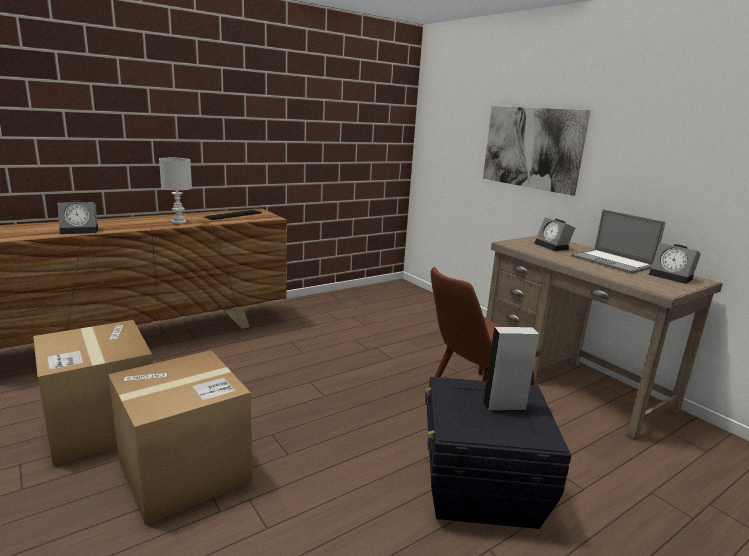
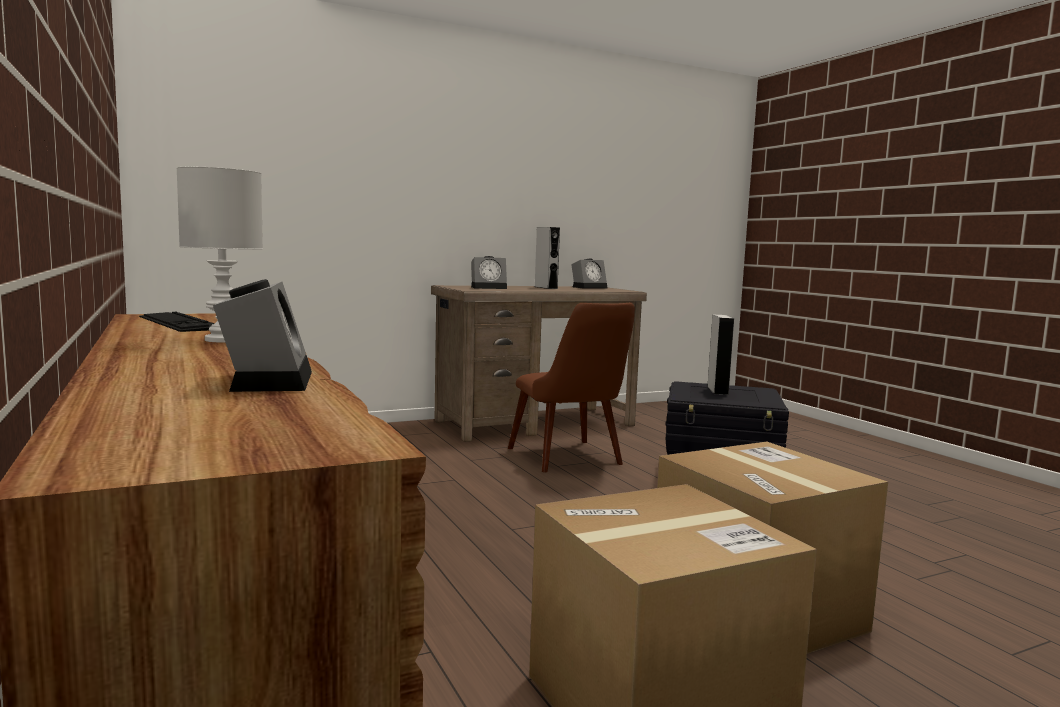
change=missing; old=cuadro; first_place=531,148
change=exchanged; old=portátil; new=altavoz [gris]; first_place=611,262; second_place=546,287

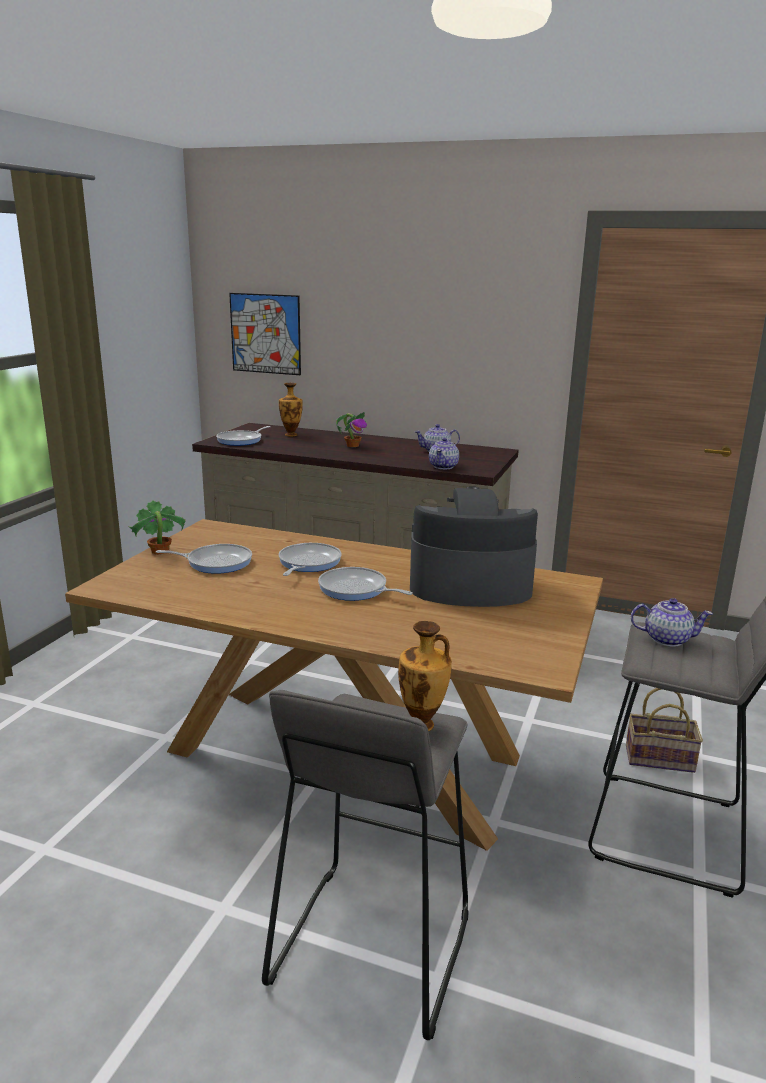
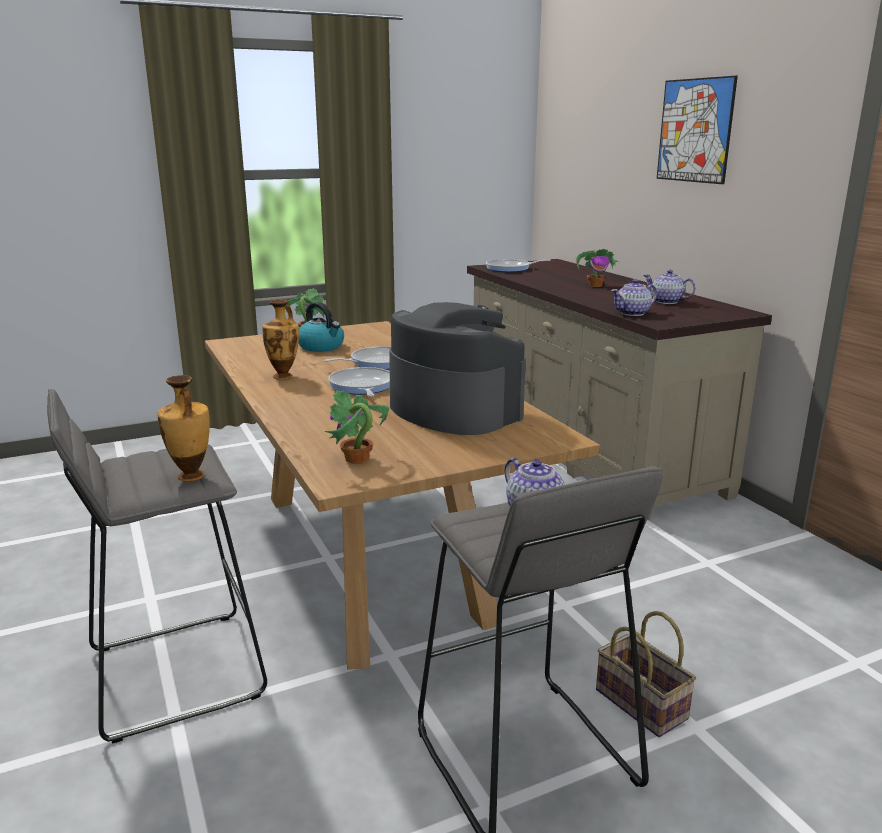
change=exchanged; old=sartén; new=hervidor; first_place=216,562; second_place=322,347
change=relocated; old=cuadro; first_place=265,334; second_place=695,130
change=relocated; old=florero; first_place=291,434; second_place=284,376
change=appeared; new=planta en maceta; second_place=356,459

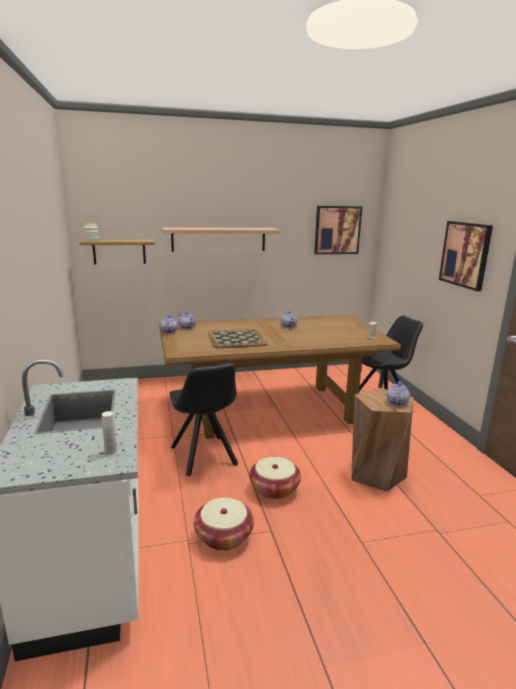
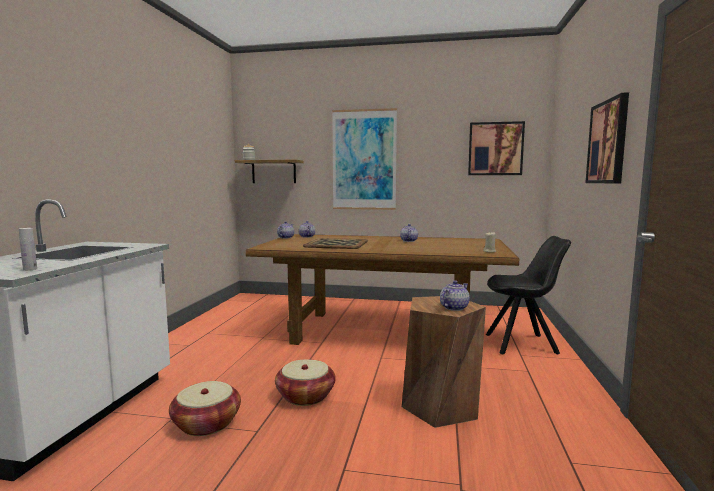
change=exchanged; old=estante; new=cuadro; first_place=219,239; second_place=364,160
change=missing; old=silla [negro]; first_place=204,456

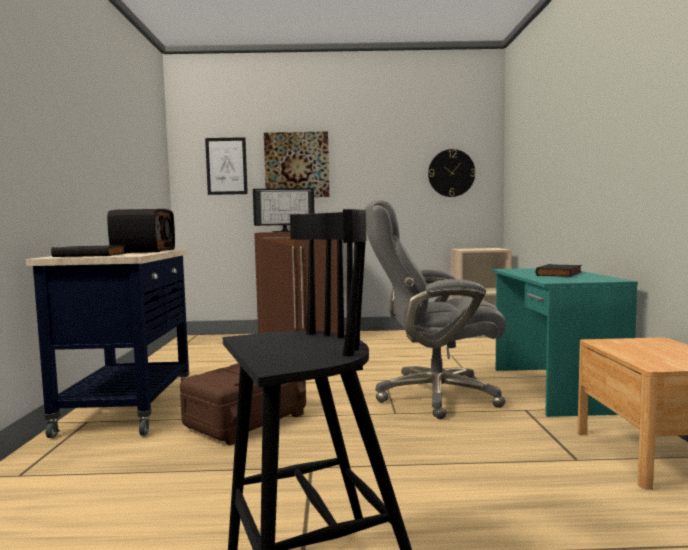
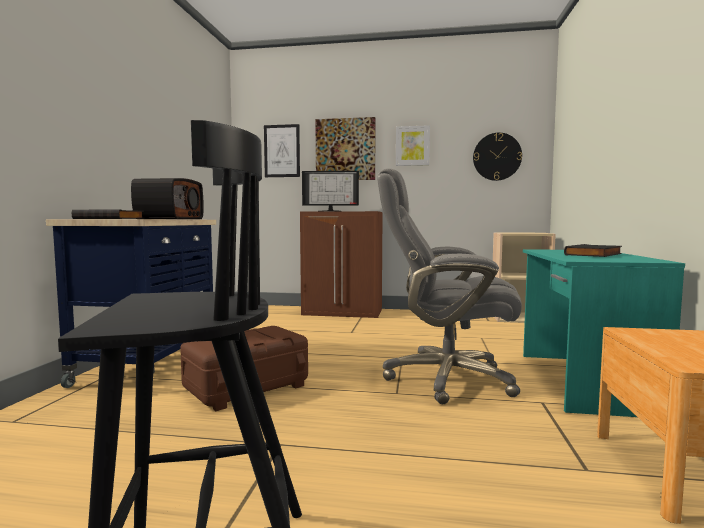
change=appeared; new=cuadro; second_place=412,146

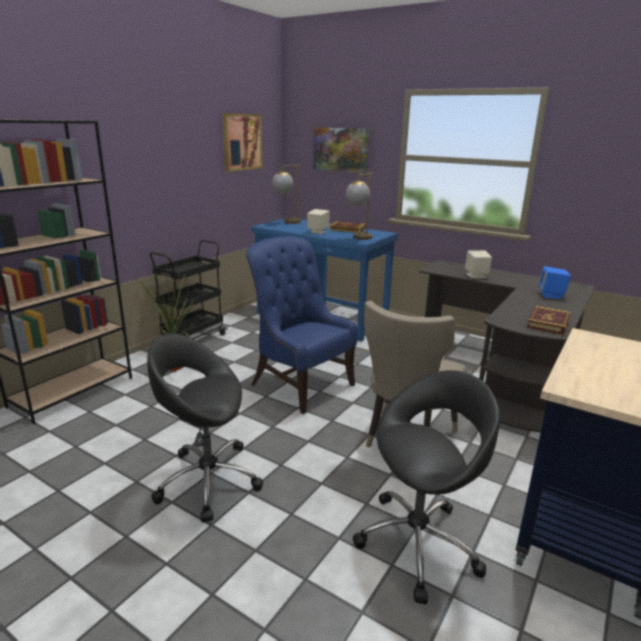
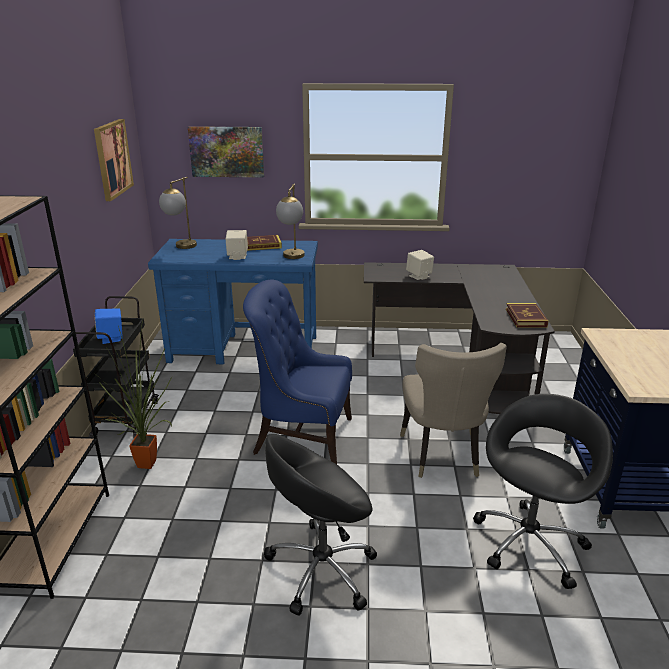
change=relocated; old=altavoz [azul]; first_place=551,295; second_place=111,338

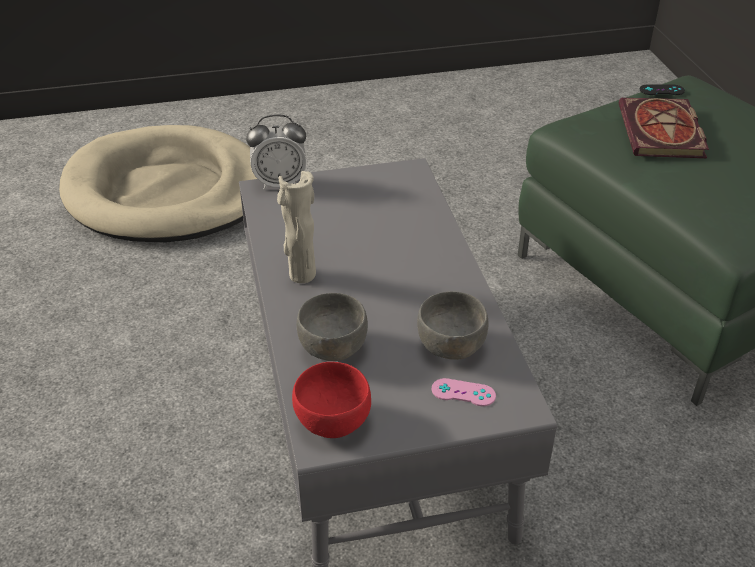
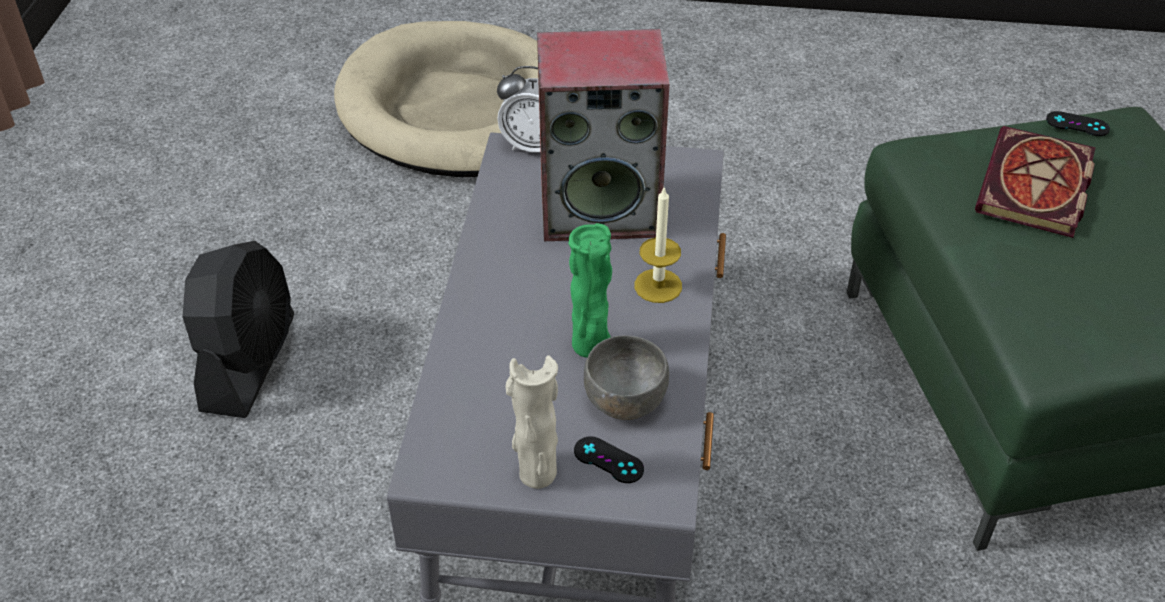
change=relocated; old=florero [beis]; first_place=301,274; second_place=537,472
change=missing; old=cuenco [rojo]; first_place=333,420
change=missing; old=cuenco [gris]; first_place=333,347
change=colour; old=mando de consola [rosa]; new=mando de consola [negro]; first_place=463,392; second_place=608,460
change=appeared; new=ventilador [negro]; second_place=249,362
change=appeared; new=altavoz; second_place=601,208
change=appeared; new=florero [verde]; second_place=590,347
change=appeared; new=vela; second_place=658,286

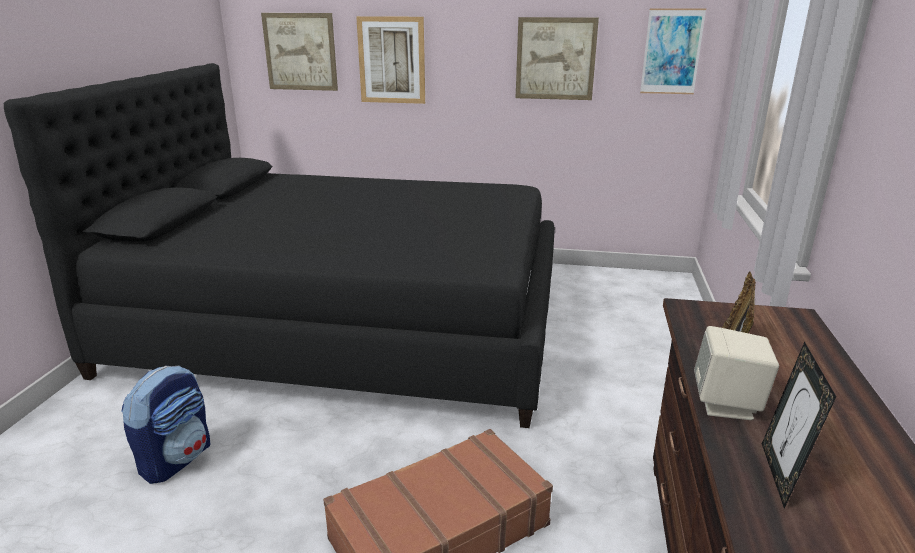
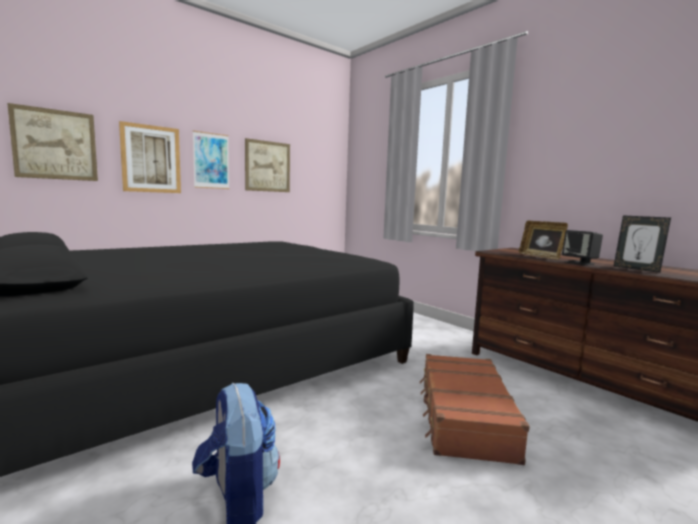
change=relocated; old=cuadro; first_place=671,52; second_place=211,161
change=colour; old=altavoz [beis]; new=altavoz [negro]; first_place=727,404; second_place=580,263

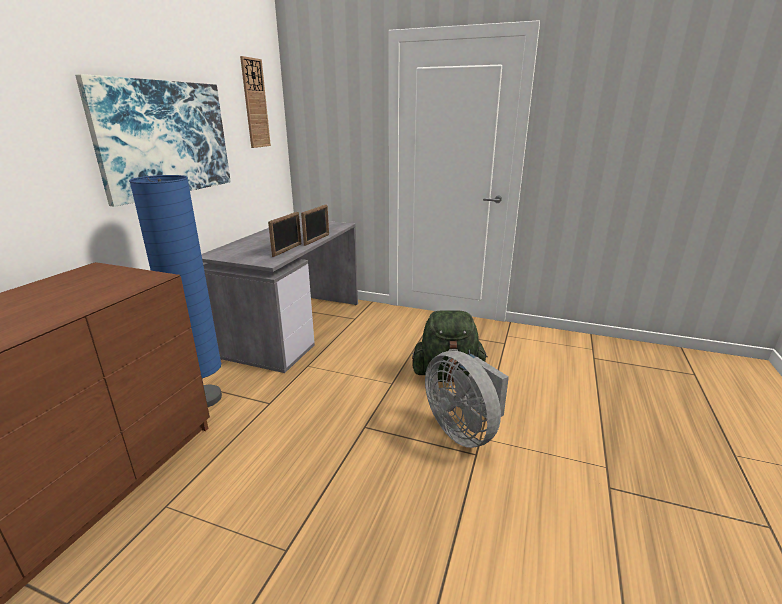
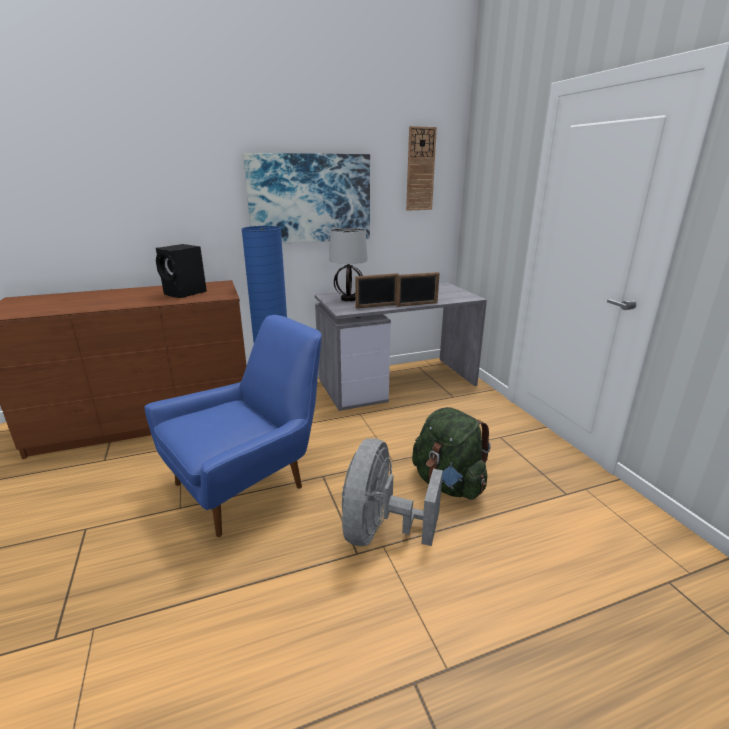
change=appeared; new=sillón [azul]; second_place=248,484
change=appeared; new=altavoz [negro]; second_place=185,293
change=appeared; new=lámpara de mesa; second_place=349,299

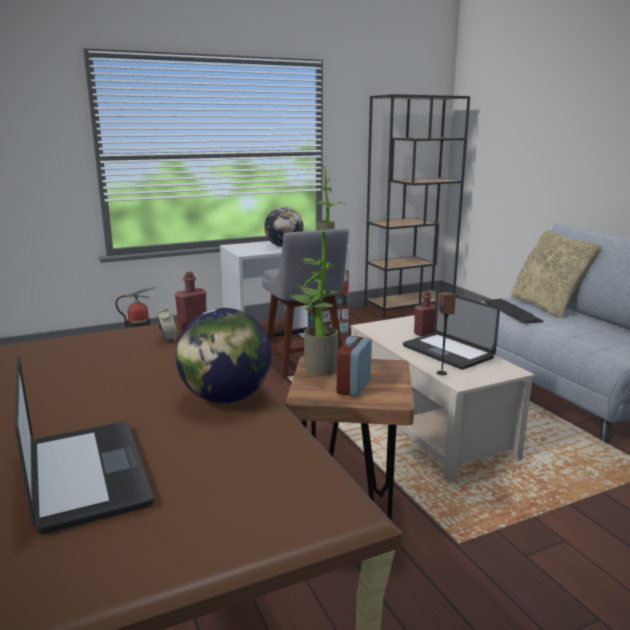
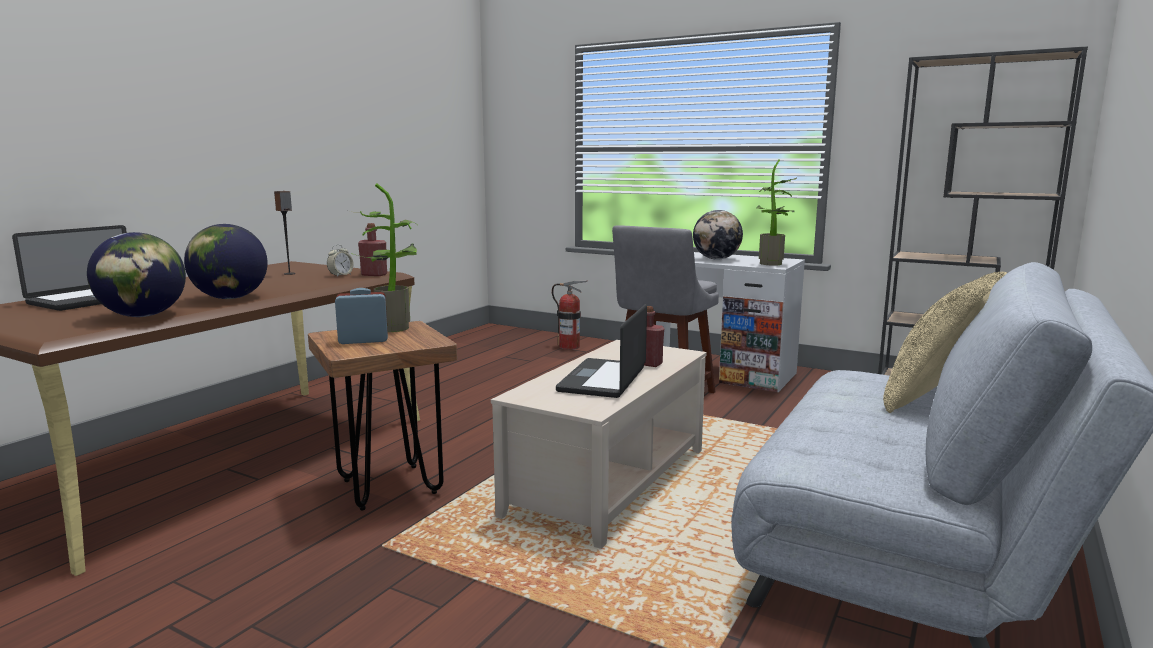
change=relocated; old=altavoz; first_place=442,373; second_place=289,274
change=missing; old=teclado; first_place=512,312
change=appeared; new=globo terráqueo; second_place=143,316

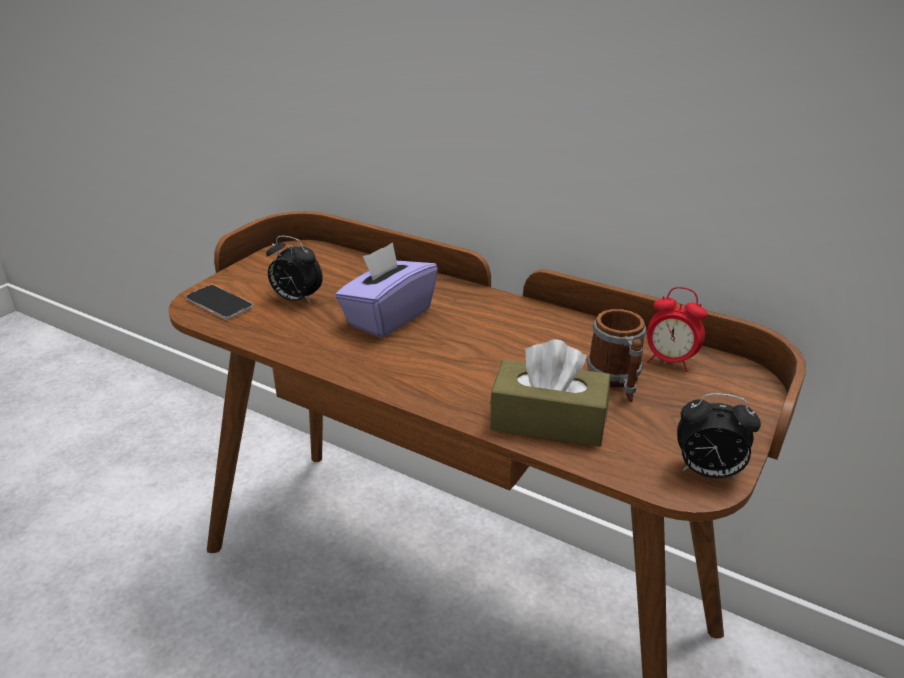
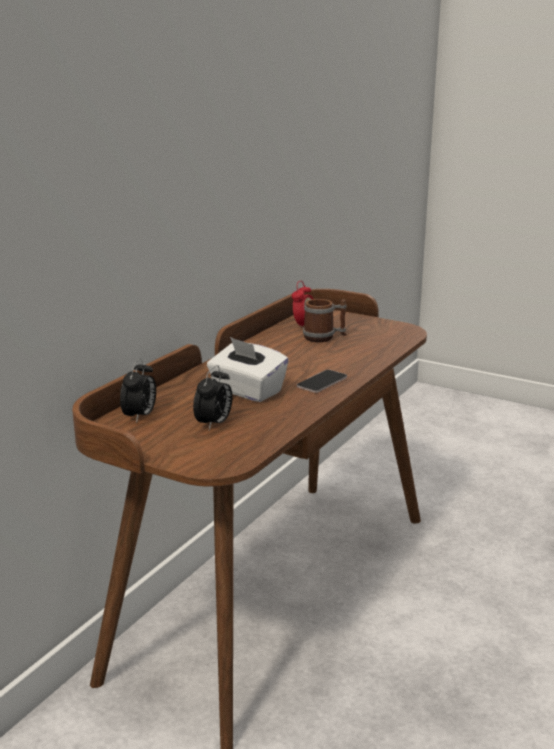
change=relocated; old=móvil; first_place=219,303; second_place=322,382
change=colour; old=caja de pañuelos [morado]; new=caja de pañuelos [blanco]; first_place=388,317; second_place=247,391
change=missing; old=caja de pañuelos [marrón]; first_place=548,421
change=relocated; old=despertador; first_place=707,472; second_place=140,416

